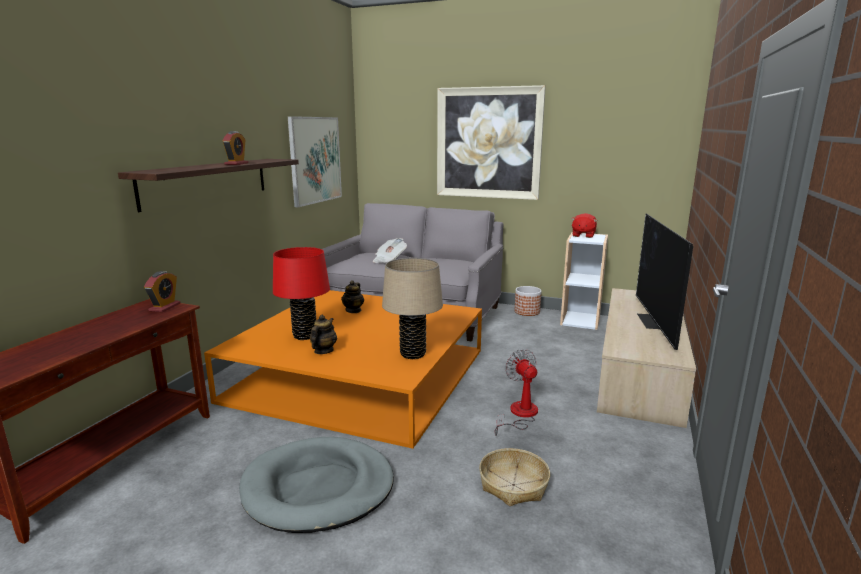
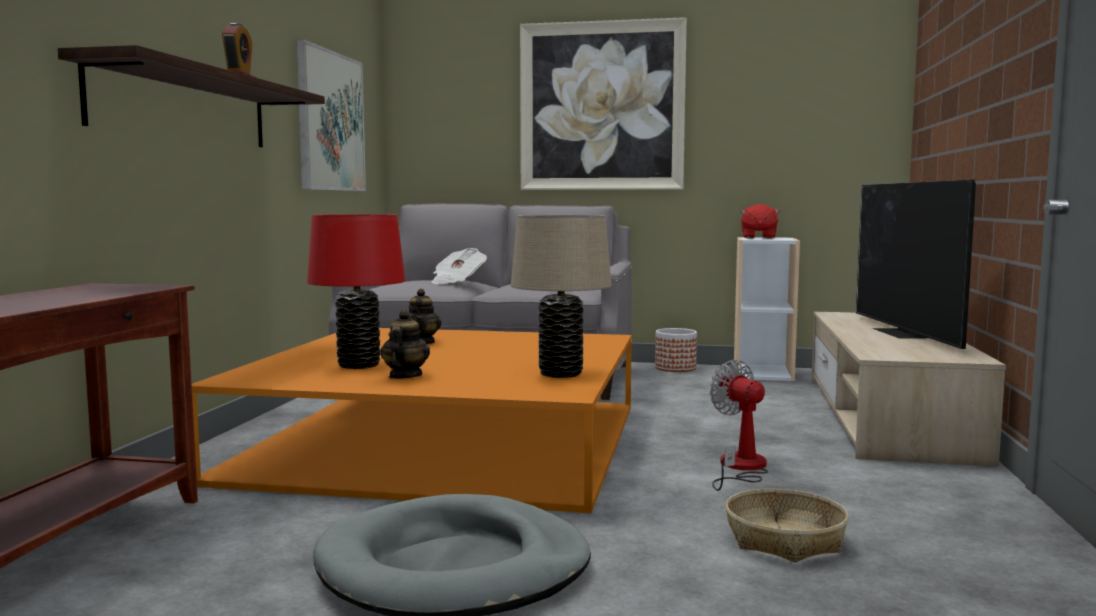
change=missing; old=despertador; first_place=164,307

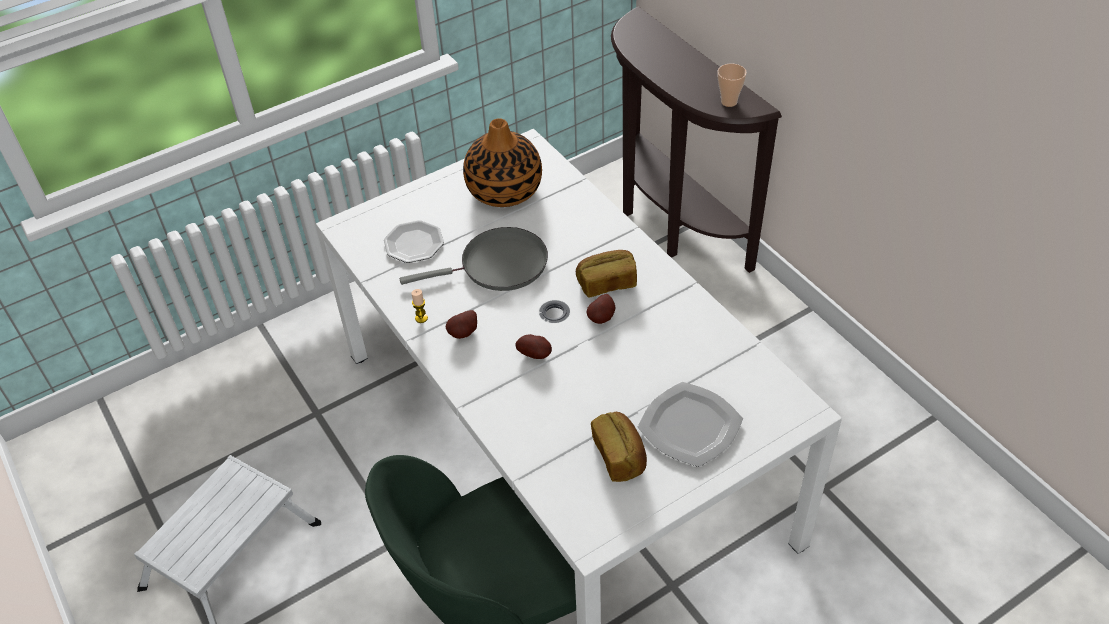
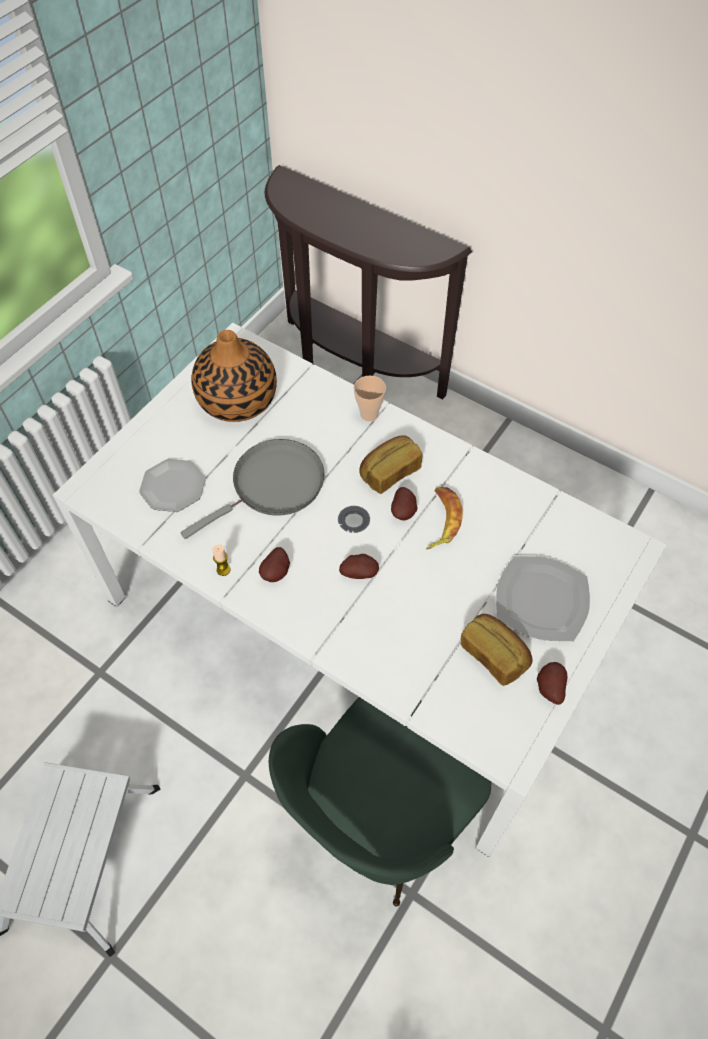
change=relocated; old=taza; first_place=729,102; second_place=369,414
change=appeared; new=plátano; second_place=441,520
change=appeared; new=patata; second_place=548,688

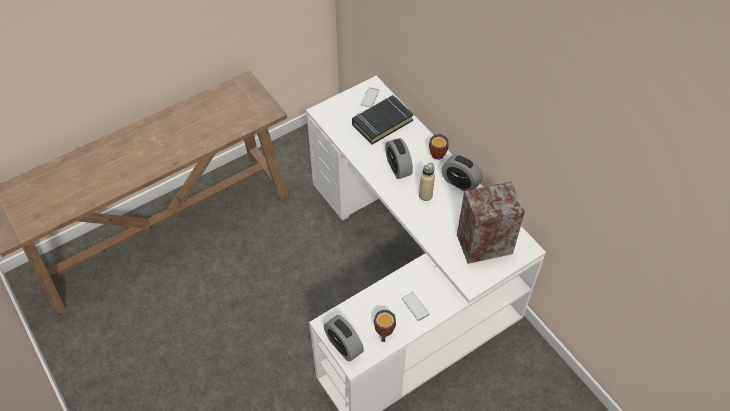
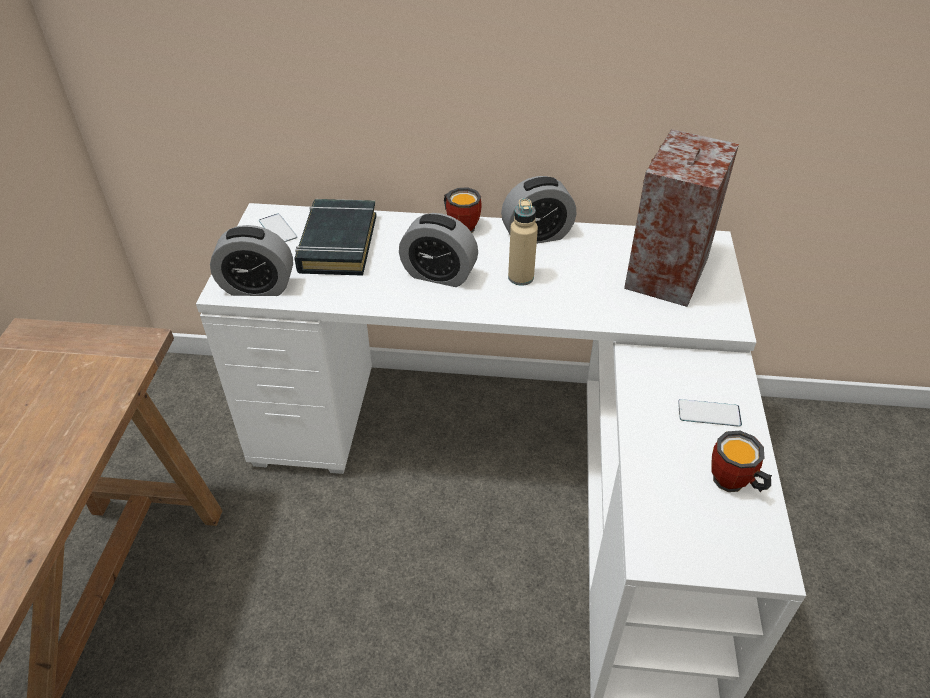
change=relocated; old=despertador; first_place=343,345; second_place=257,287

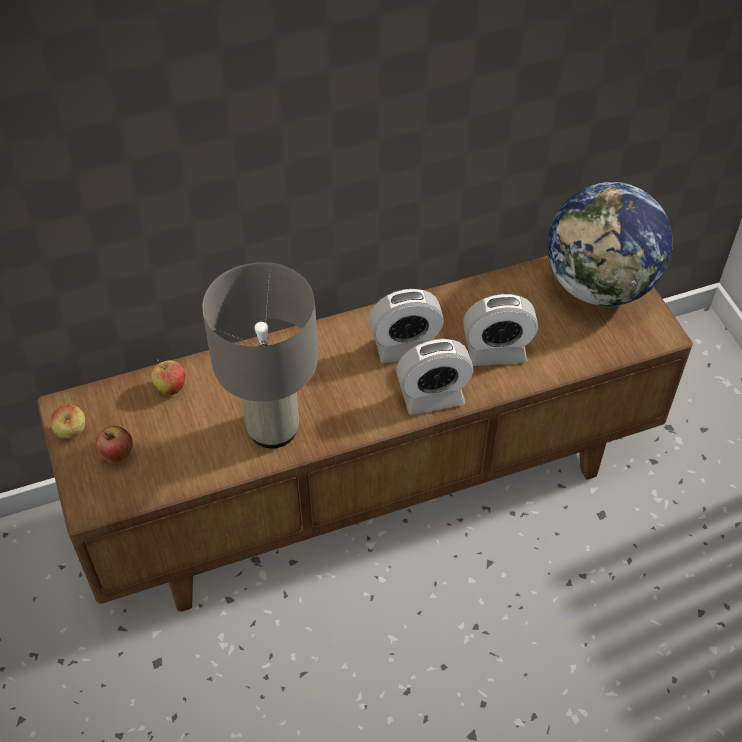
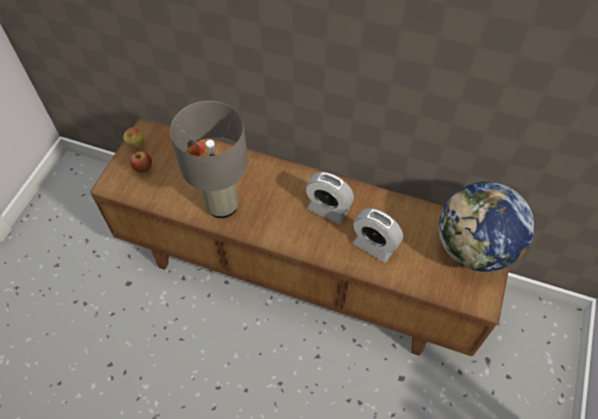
change=missing; old=despertador; first_place=432,397

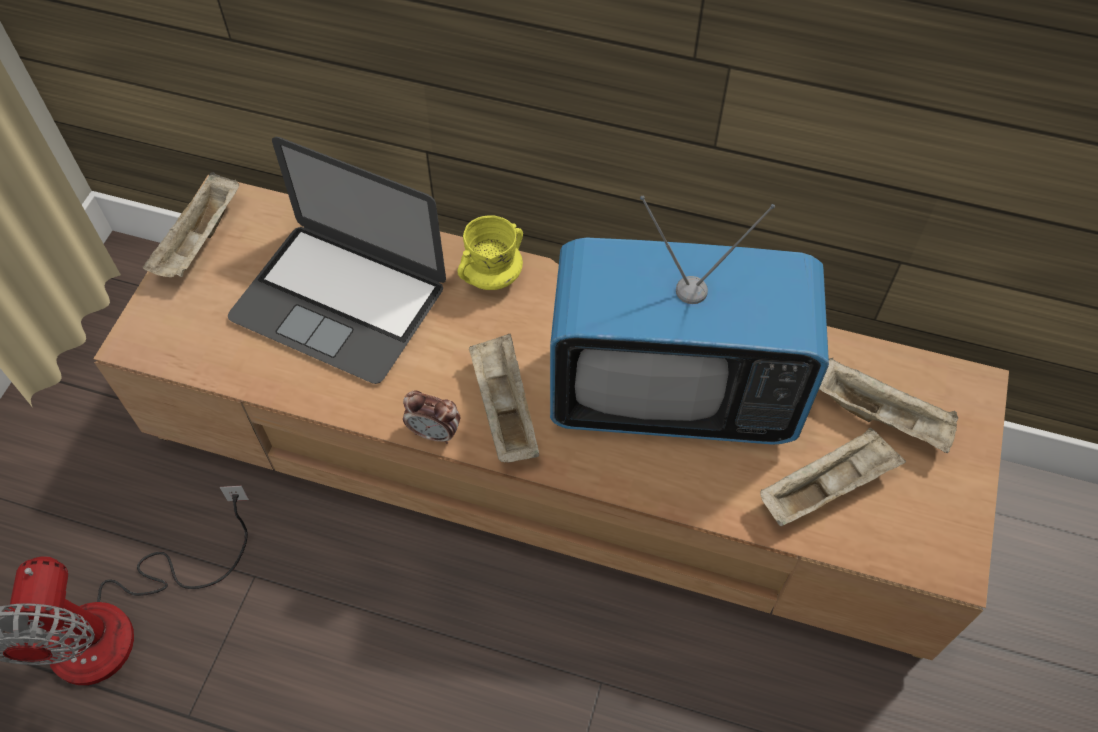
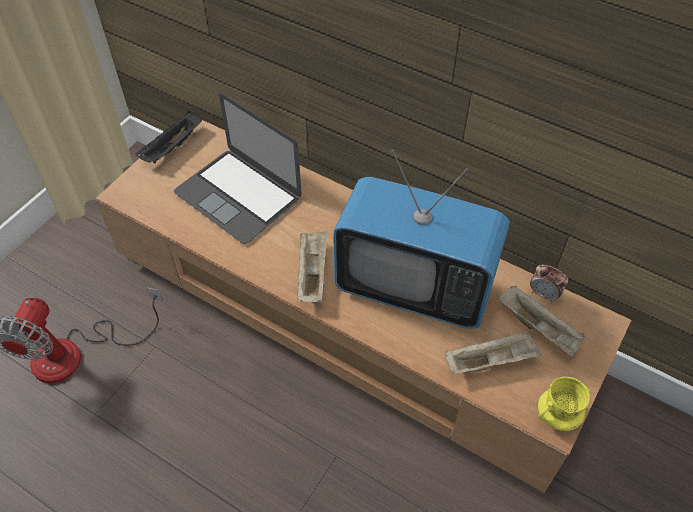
change=colour; old=bandeja [beis]; new=bandeja [negro]; first_place=200,241; second_place=172,148
change=relocated; old=despertador; first_place=434,433; second_place=544,294
change=relocated; old=taza grande [amarillo]; first_place=492,276; second_place=557,415

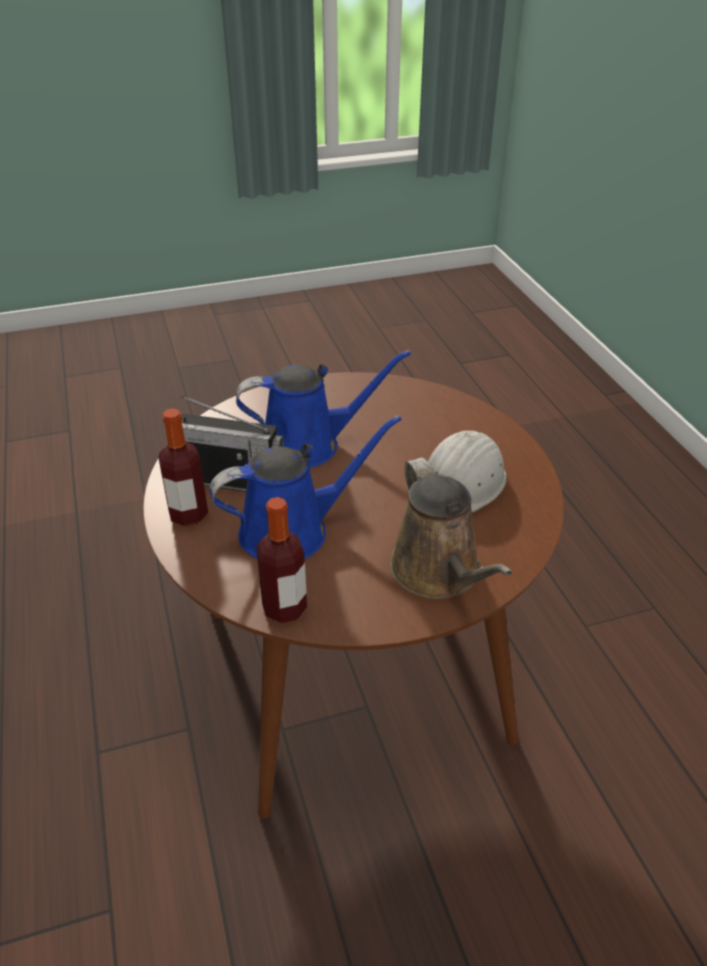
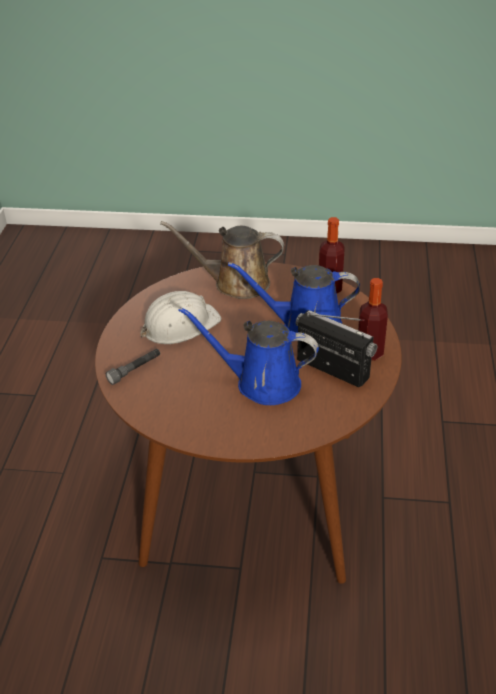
change=spun; old=regadera [marrón]; first_place=439,573; second_place=236,283; degrees=-90
change=appeared; new=linterna [gris]; second_place=135,370

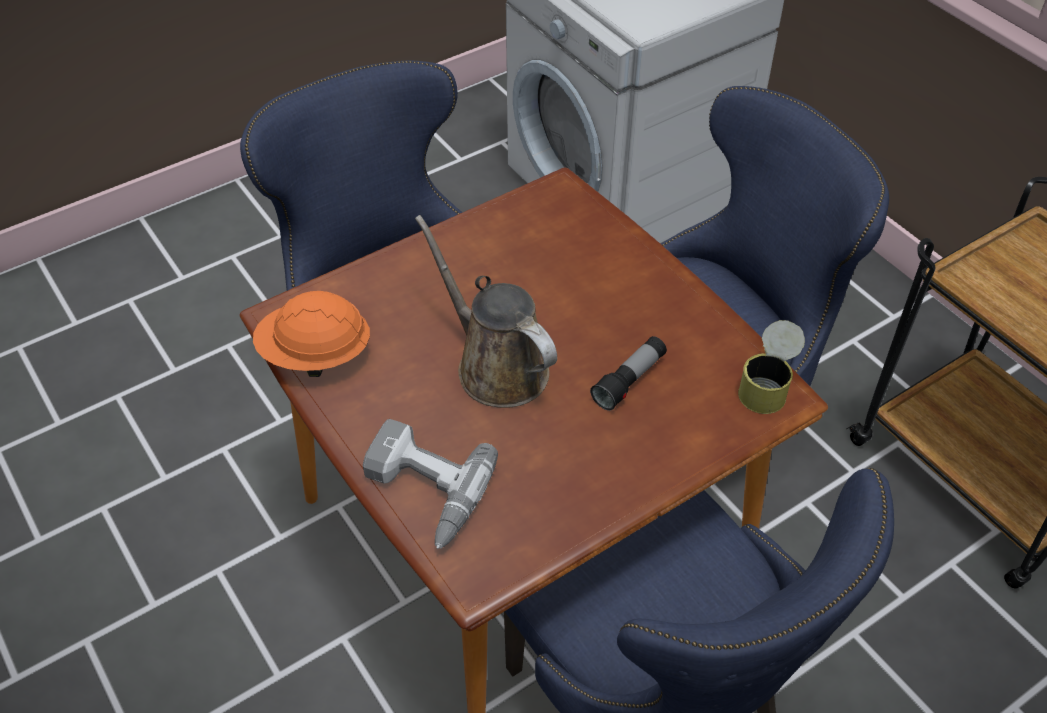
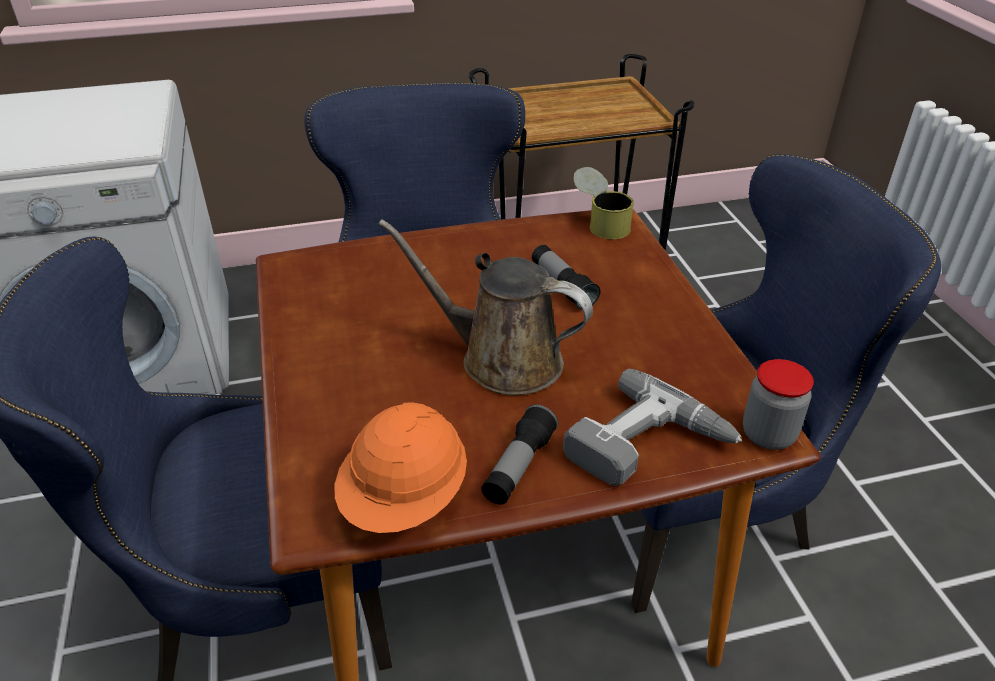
change=spun; old=regadera [marrón]; first_place=496,365; second_place=501,359; degrees=45
change=appeared; new=linterna; second_place=518,467
change=appeared; new=tarro; second_place=768,435

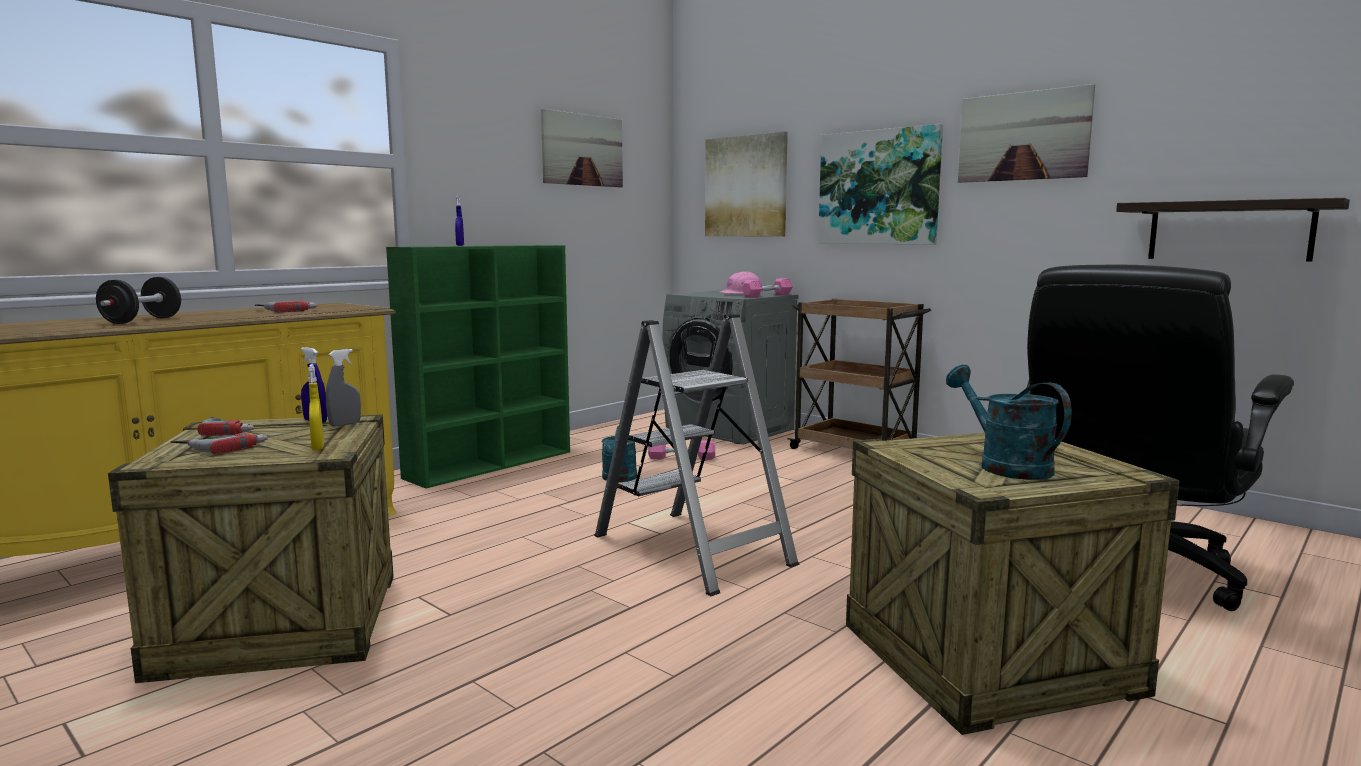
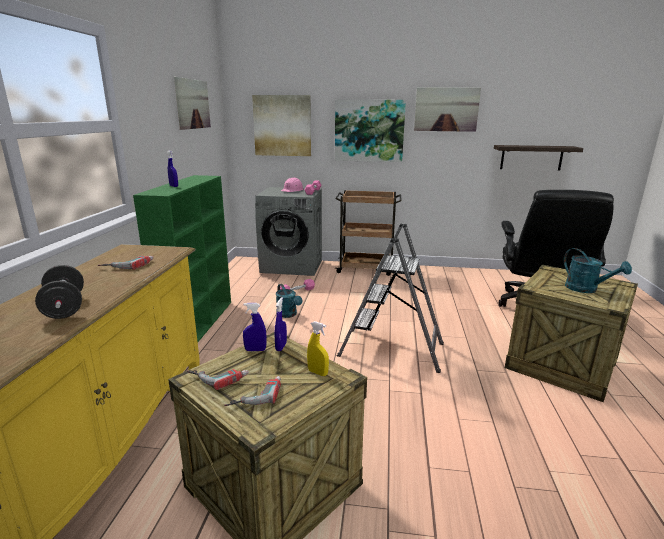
change=colour; old=pulverizador [gris]; new=pulverizador [azul]; first_place=345,424; second_place=281,347
change=spun; old=regadera [turquesa]; first_place=1004,465; second_place=586,289; degrees=-150

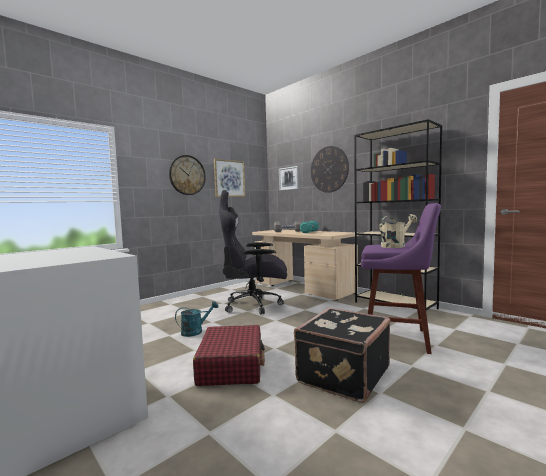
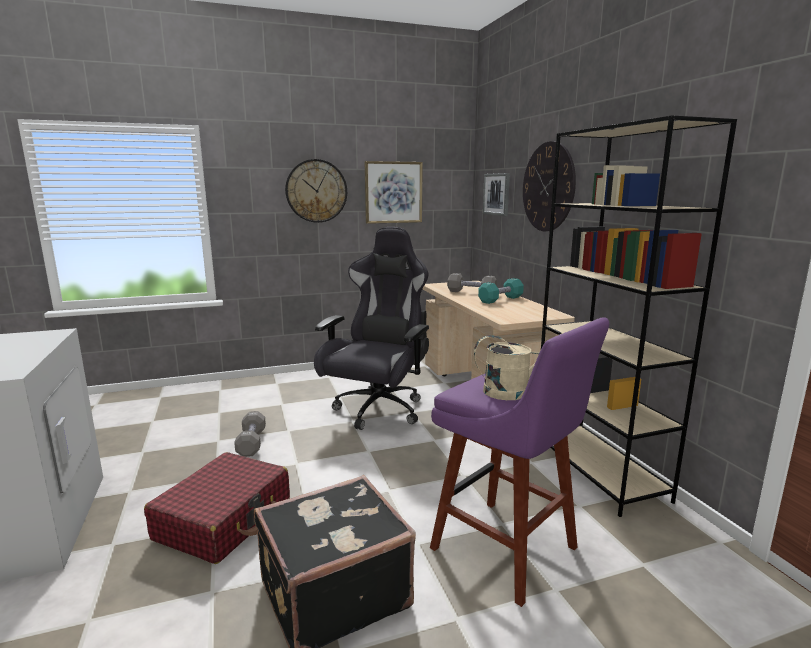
change=exchanged; old=regadera [turquesa]; new=mancuerna [gris]; first_place=195,331; second_place=251,443
change=spun; old=silla de oficina [negro]; first_place=256,305; second_place=377,413; degrees=90

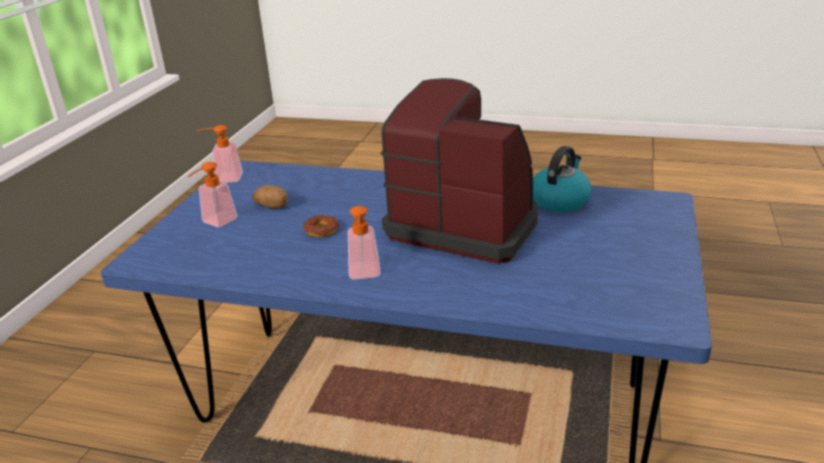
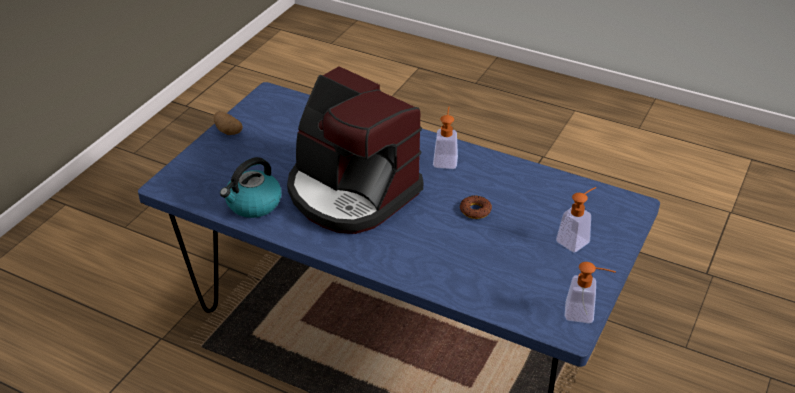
change=relocated; old=patata; first_place=273,206; second_place=227,131

